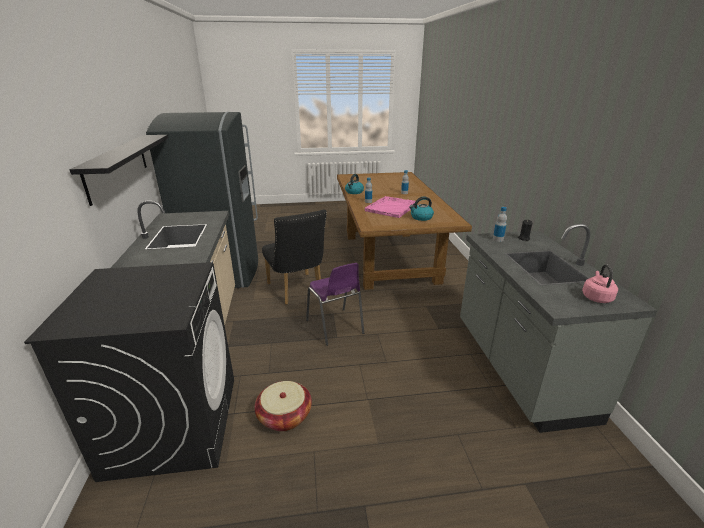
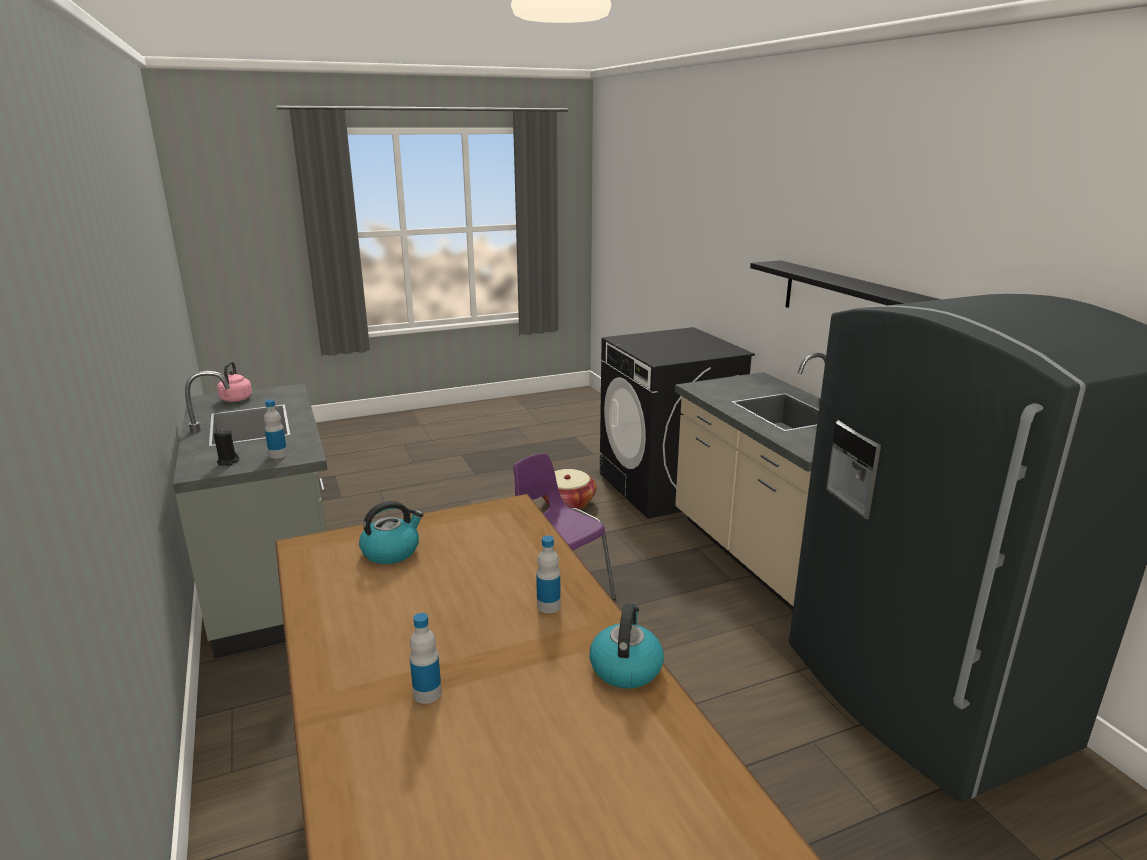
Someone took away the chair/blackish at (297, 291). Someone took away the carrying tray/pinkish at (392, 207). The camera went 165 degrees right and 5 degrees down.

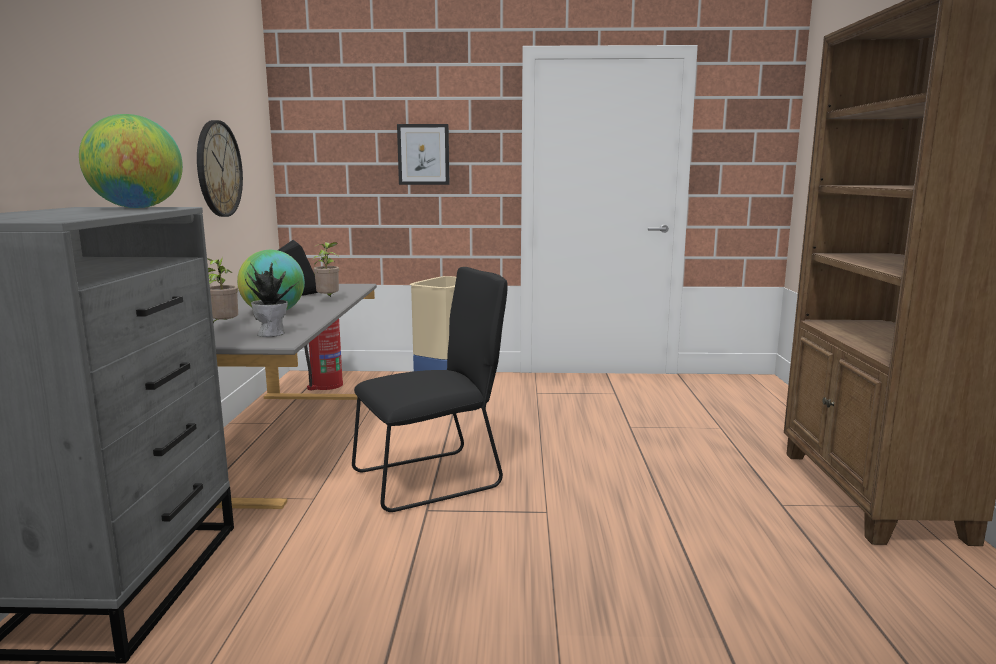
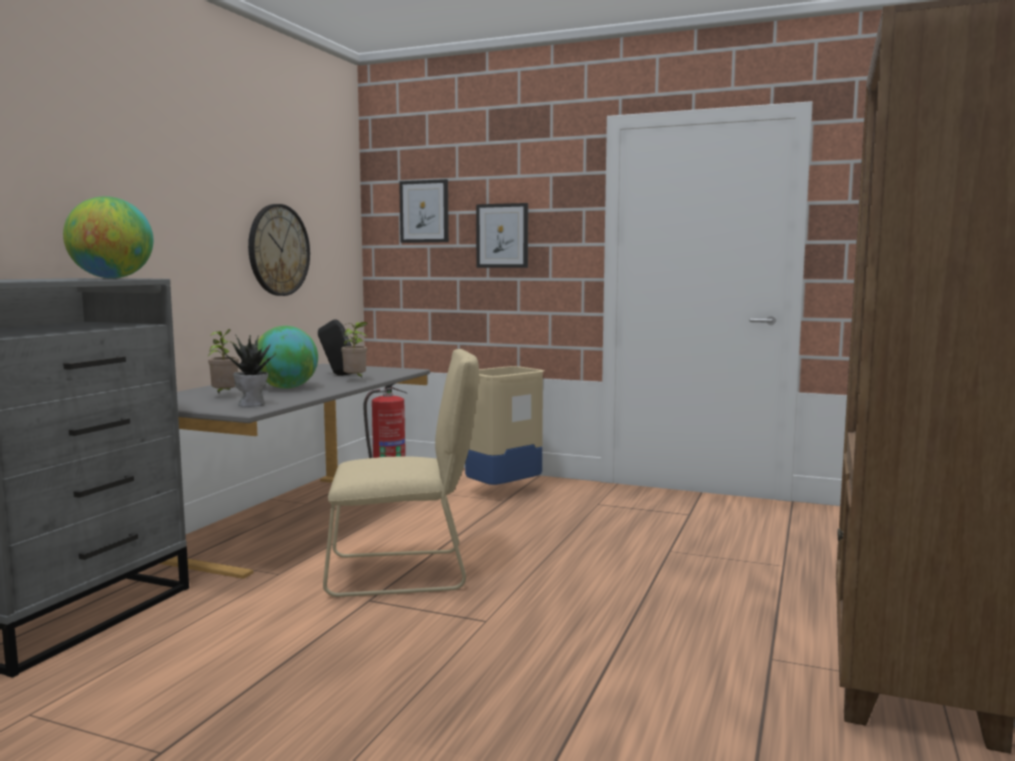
Someone repainted the chair/blackish at (433, 478), which became the chair/sand-coloured at (404, 572). Someone put up the wall picture at (424, 211). The camera went 20 degrees right and 5 degrees down.

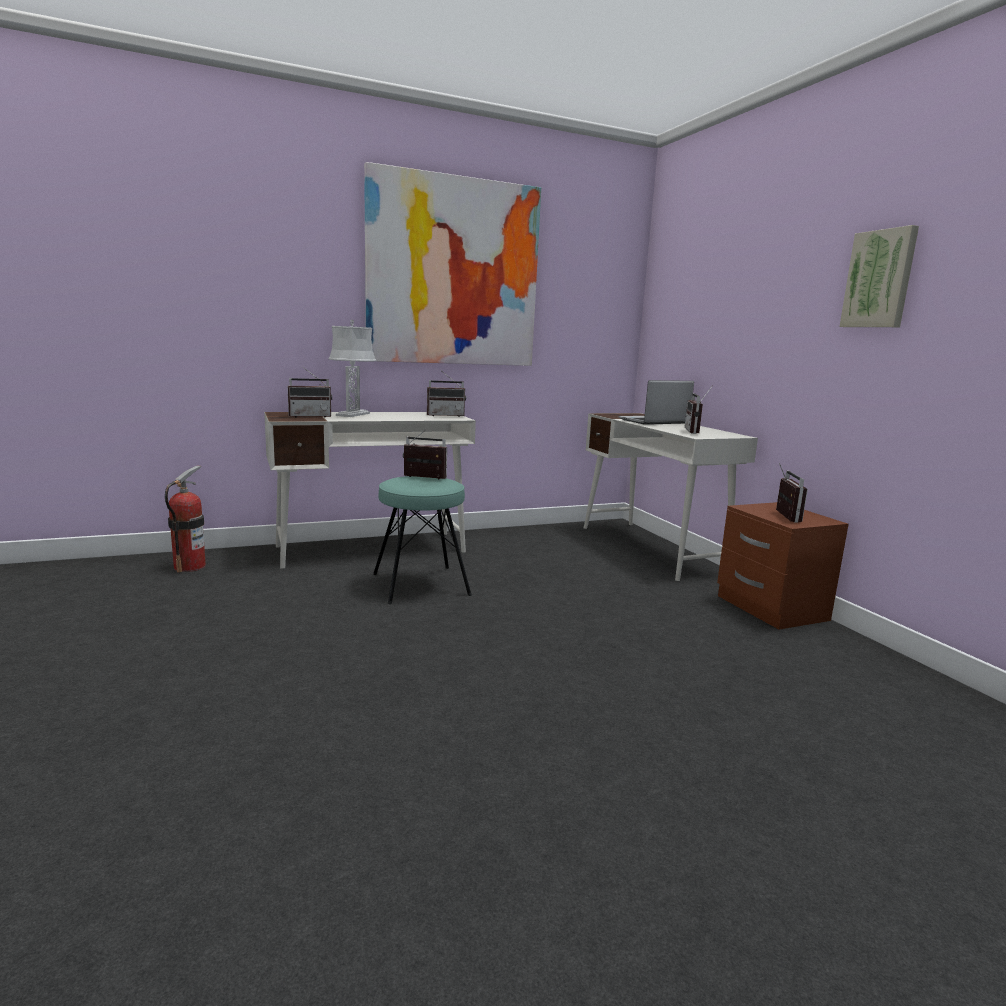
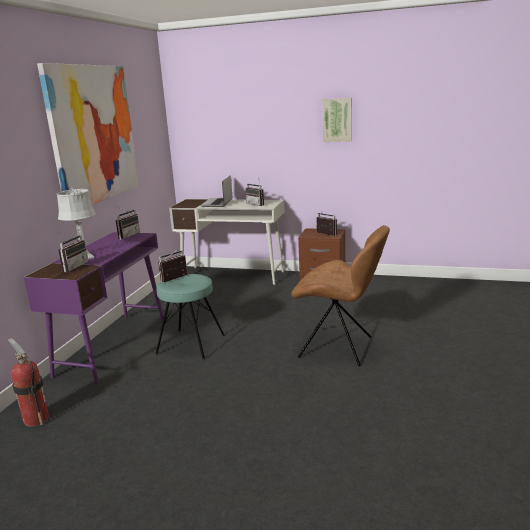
Someone repainted the desk/whitish at (372, 549), which became the desk/purple at (113, 345). Someone put down the chair/brown at (339, 348). The camera went 50 degrees left and 5 degrees up.

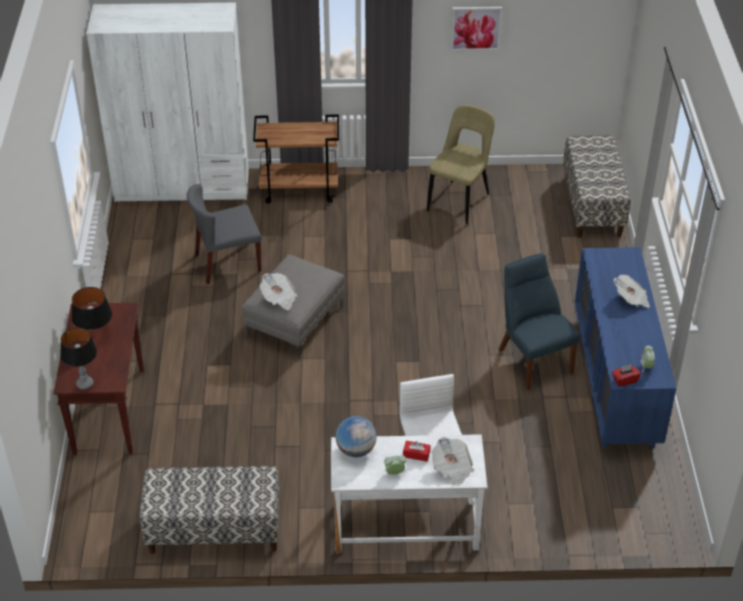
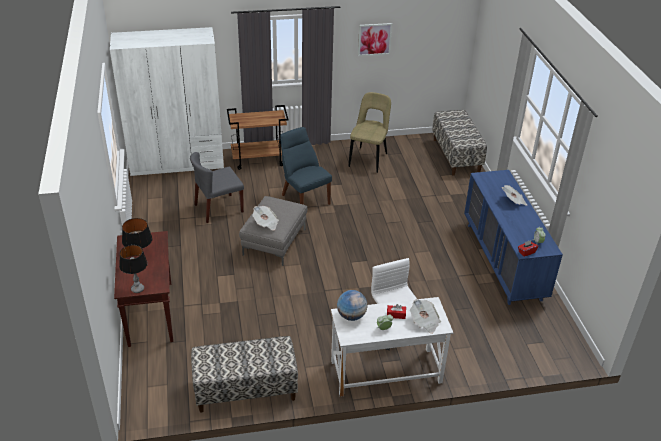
Someone carried the chair/bluish from (533, 359) to (304, 198). The camera went 10 degrees left and 5 degrees down.

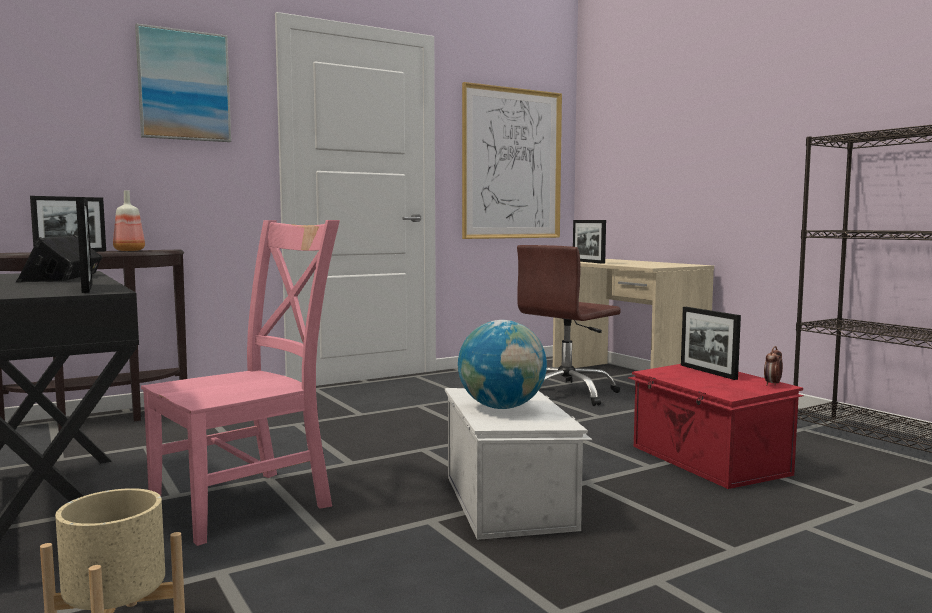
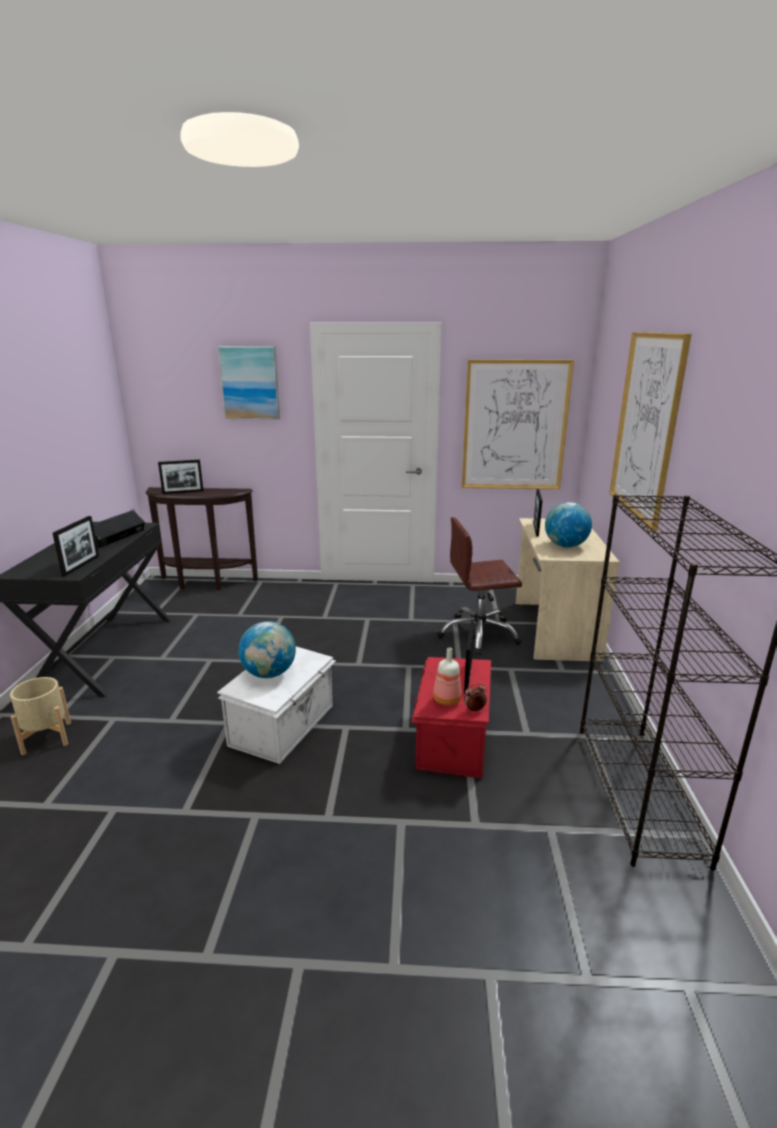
Someone carried the beverage bottle from (128, 250) to (446, 700). Someone put down the globe at (565, 546). Someone put up the wall picture at (646, 426). Someone took away the chair/pinkish at (248, 503). The camera went 35 degrees right and 15 degrees up.

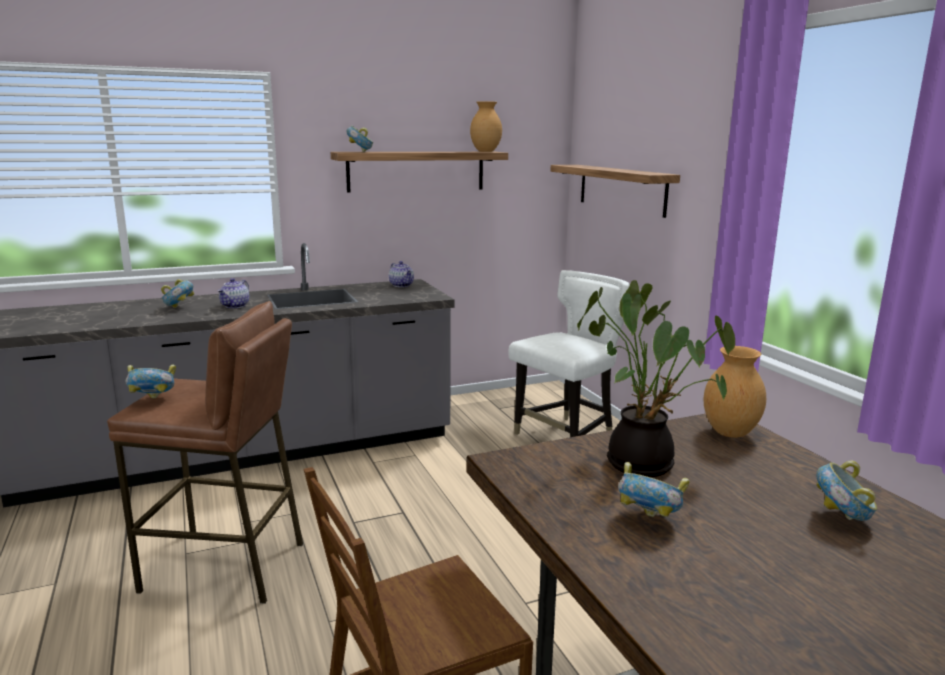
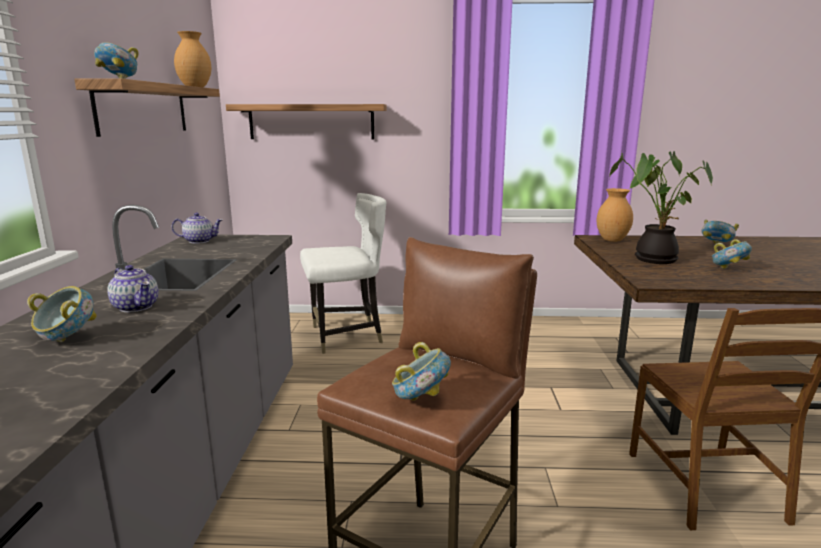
Someone rotated the chair/whitish at (566, 437) by 90 degrees clockwise. The camera went 65 degrees left and 0 degrees up.

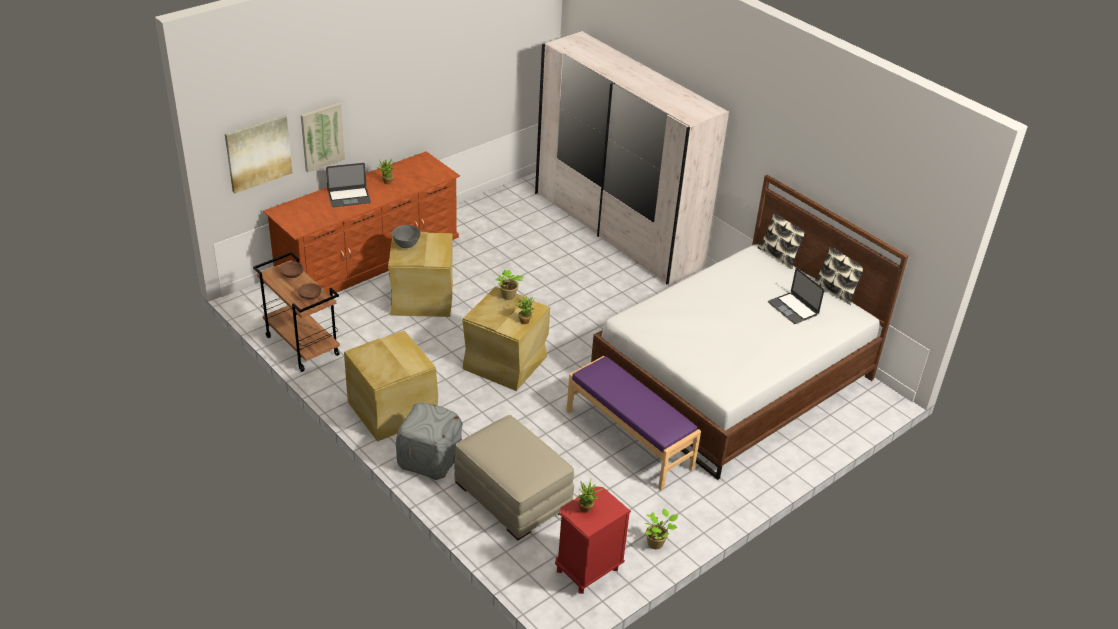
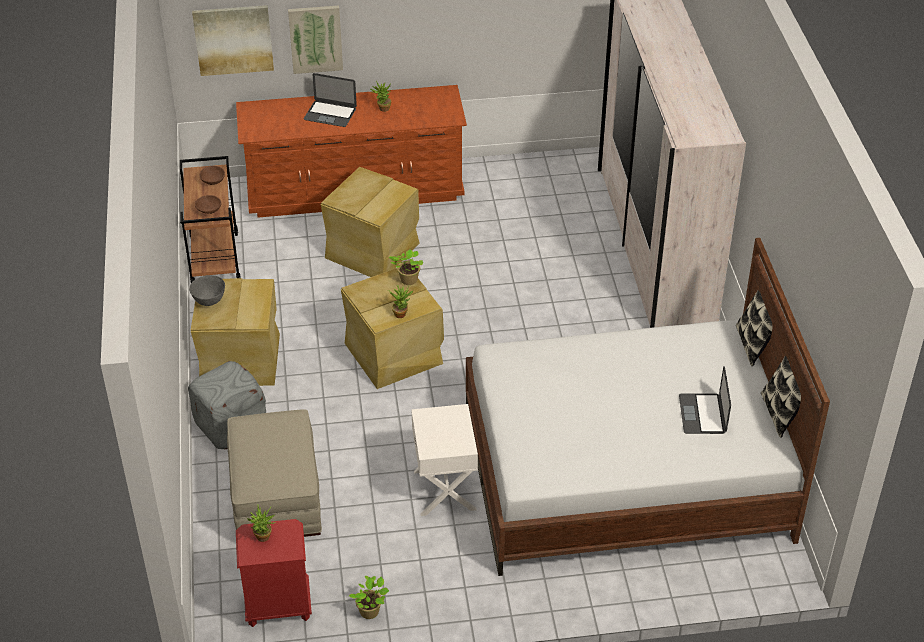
Someone carried the deep dish/grey from (406, 245) to (209, 301). Someone swapped the indoor bench/purple at (629, 439) for the nightstand/whitish at (446, 490). The camera went 35 degrees right and 5 degrees up.

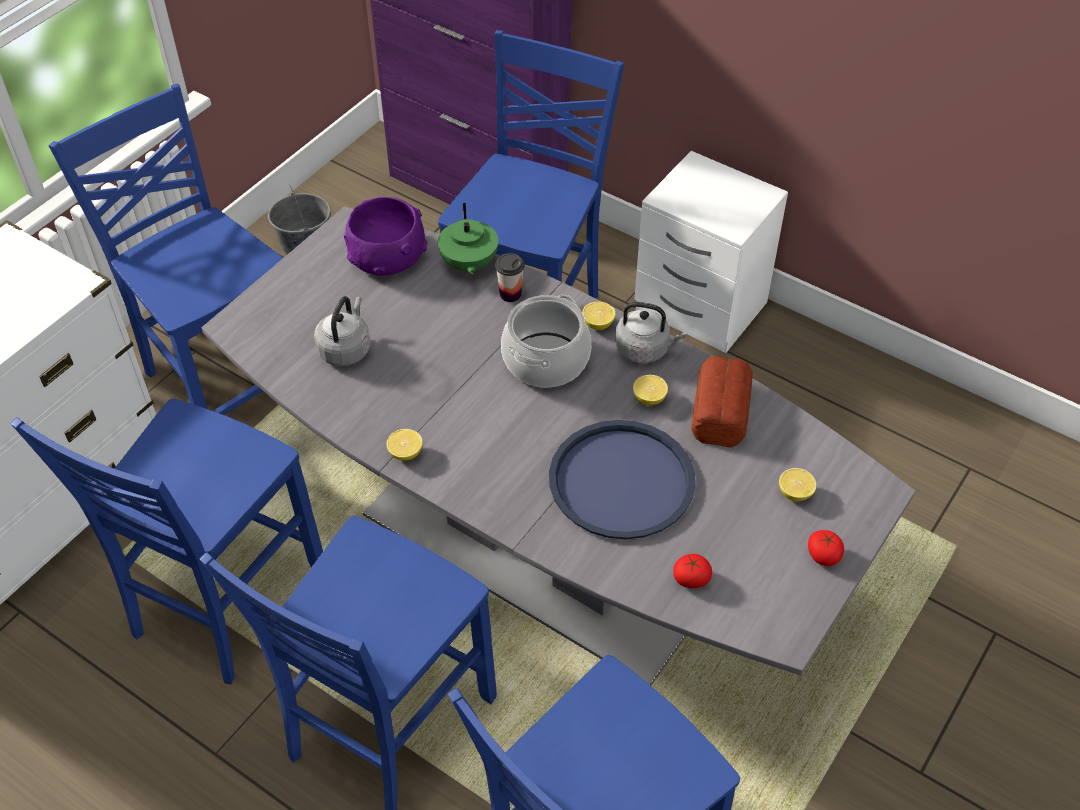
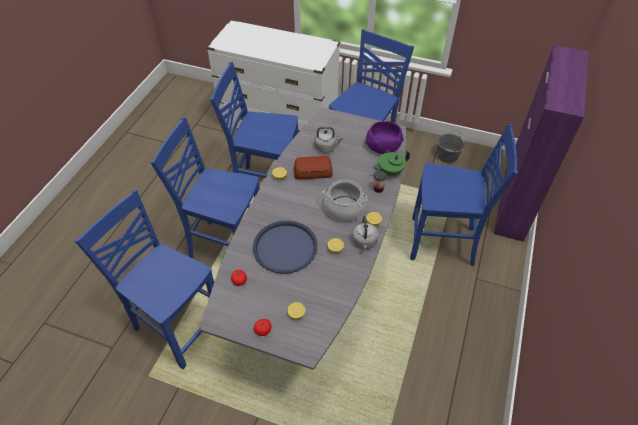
Someone carried the bread from (721, 409) to (313, 172). Someone took away the nightstand/whitish at (702, 308). The camera went 75 degrees right and 0 degrees up.

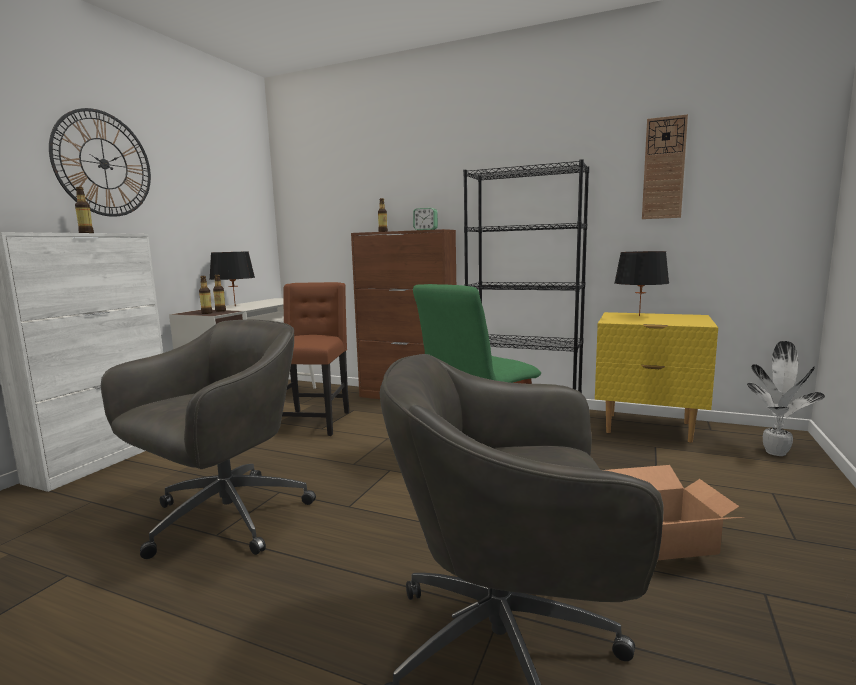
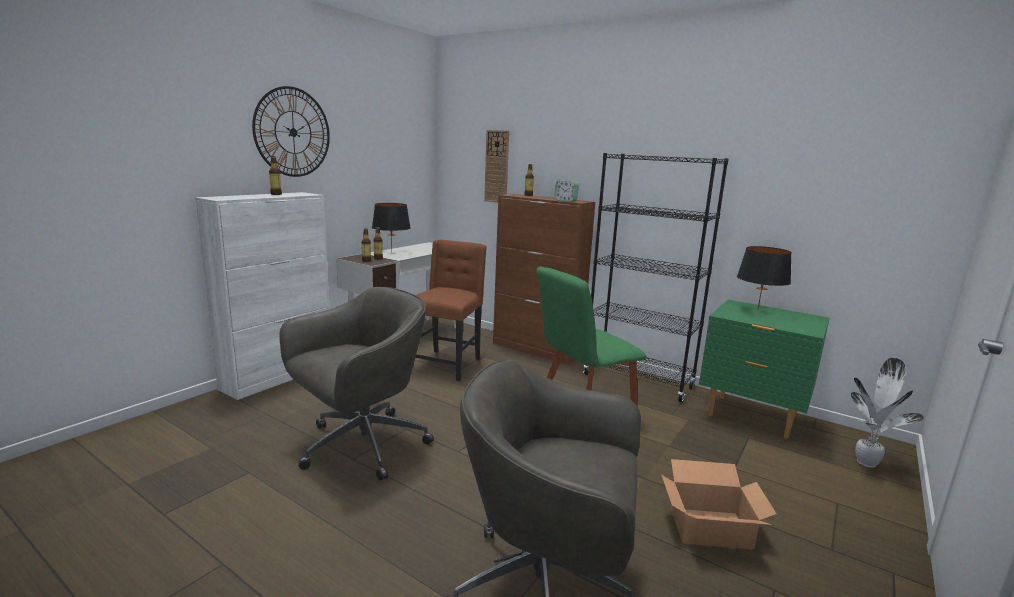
Someone carried the clock on the wall from (664, 168) to (497, 167). Someone repainted the nightstand/yellowish at (648, 428), which became the nightstand/green-coloured at (751, 417). The camera went 10 degrees right and 5 degrees up.

